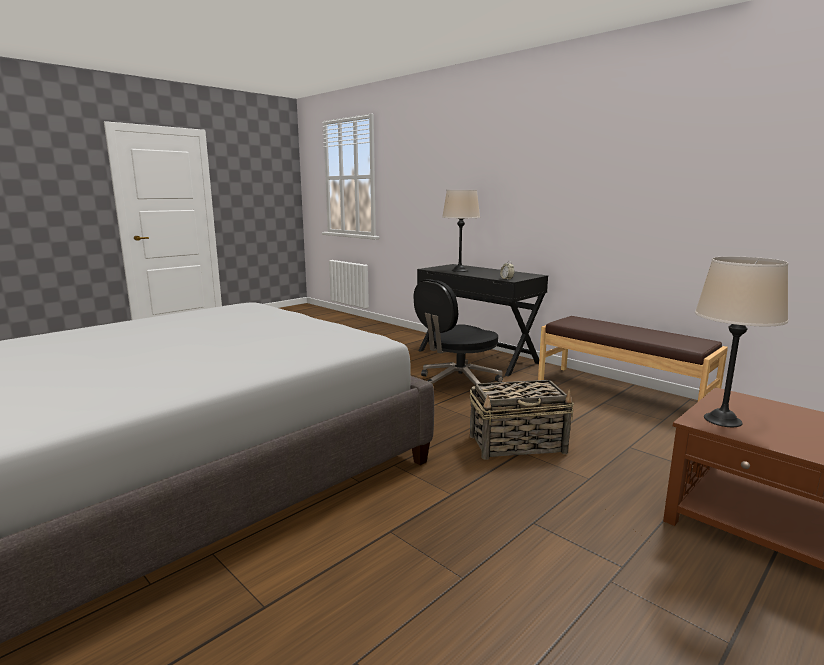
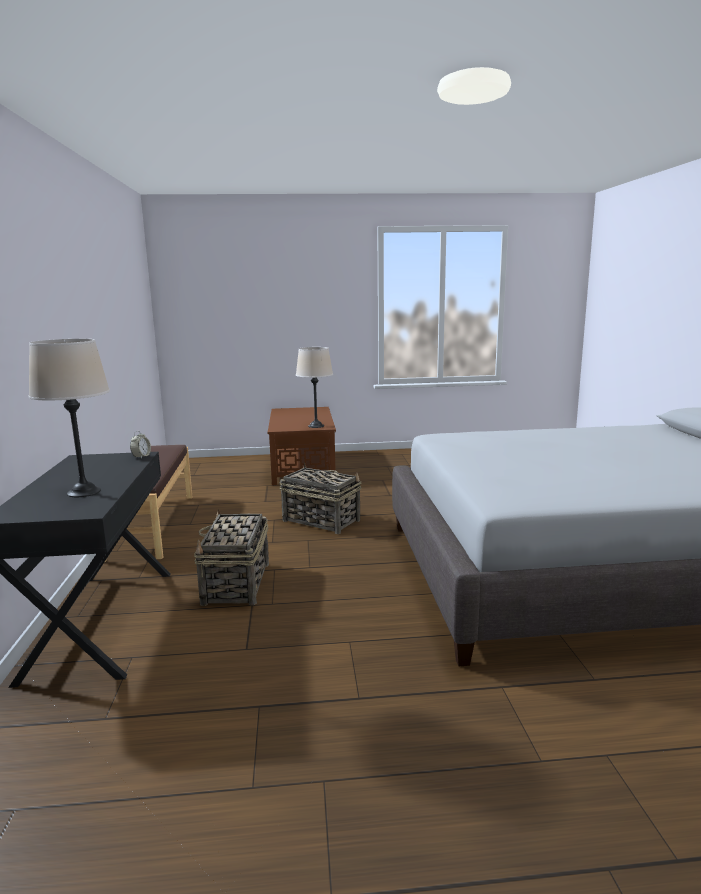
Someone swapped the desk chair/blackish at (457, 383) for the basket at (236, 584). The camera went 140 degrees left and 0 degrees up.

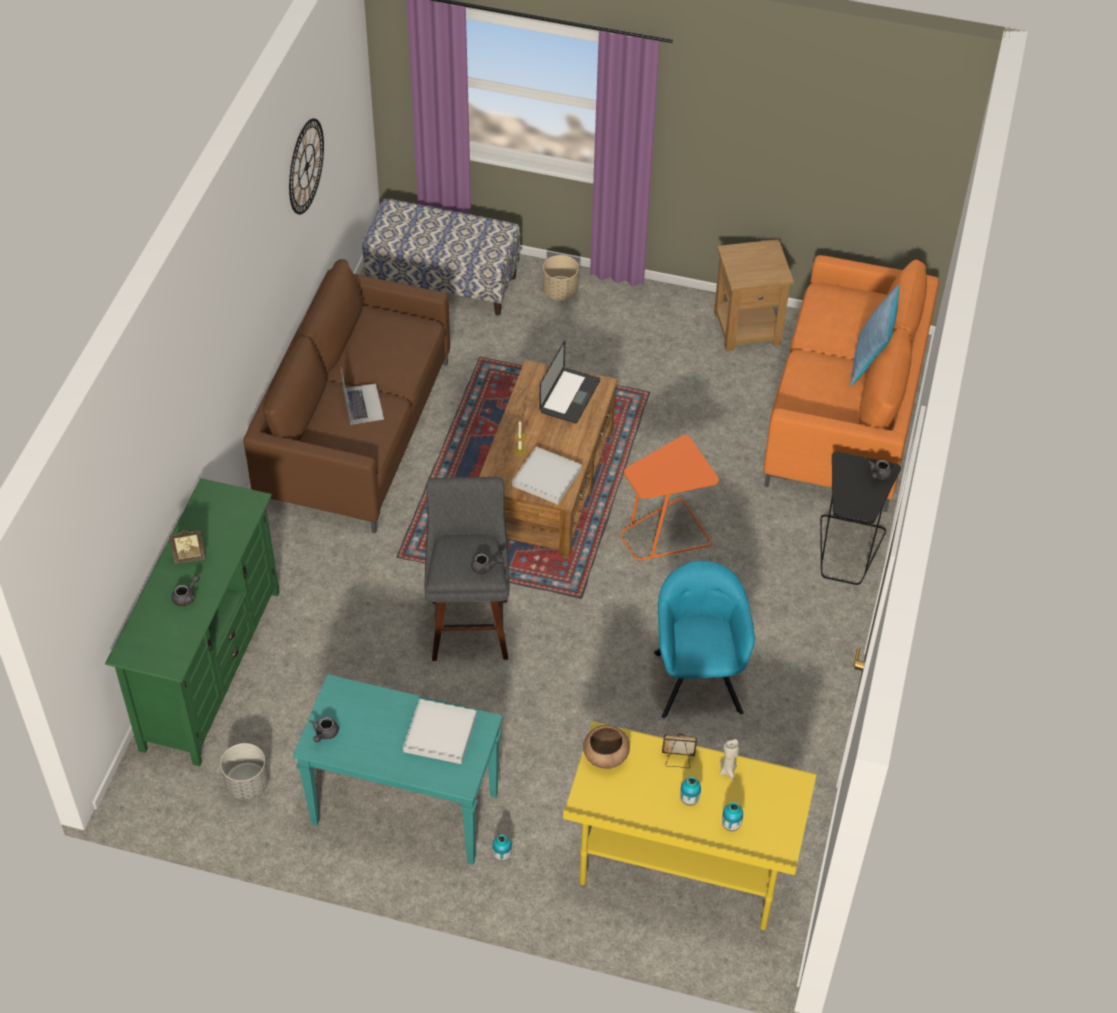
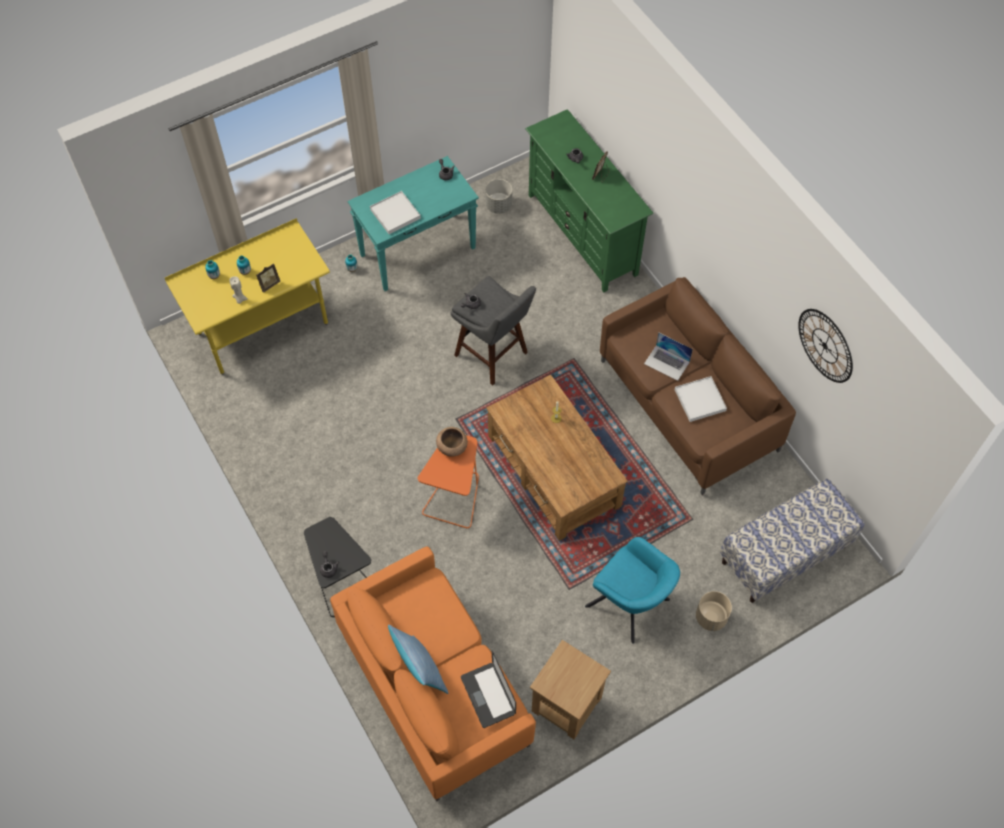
Someone carried the deep dish/brown from (605, 756) to (452, 446). Someone carried the portable computer from (569, 396) to (488, 695). Someone carried the easy chair/turquoise from (697, 678) to (630, 605). Someone carried the carrying tray/whitish from (546, 477) to (700, 400). The camera went 135 degrees right and 10 degrees up.

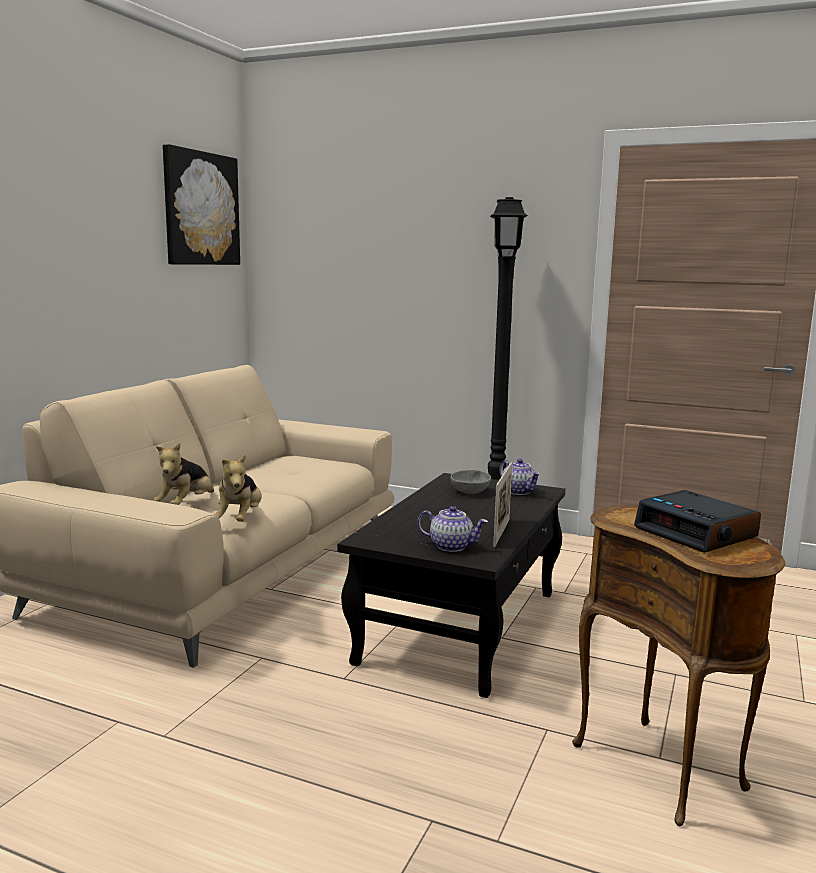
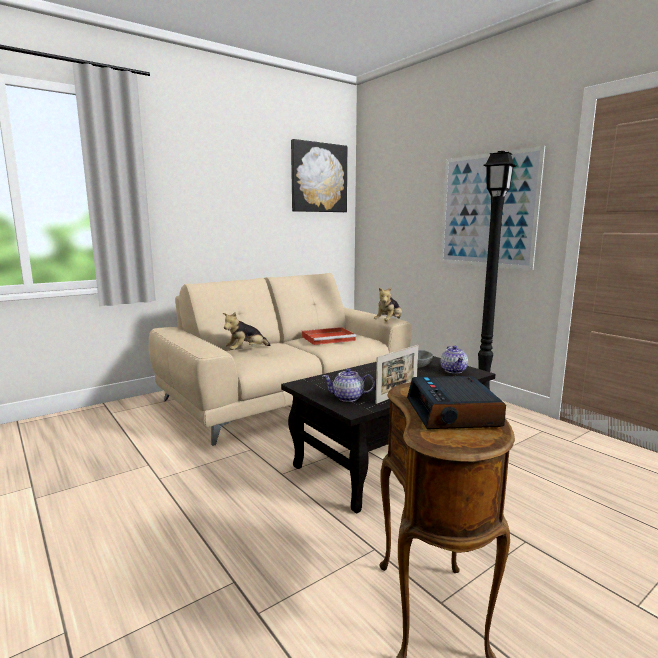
Someone put down the carrying tray/red at (329, 338). Someone rotated the tea pot at (452, 546) by 135 degrees clockwise. Someone carried the cuddly toy from (240, 519) to (389, 322). Someone put up the wall picture at (487, 210). The camera went 30 degrees right and 0 degrees up.

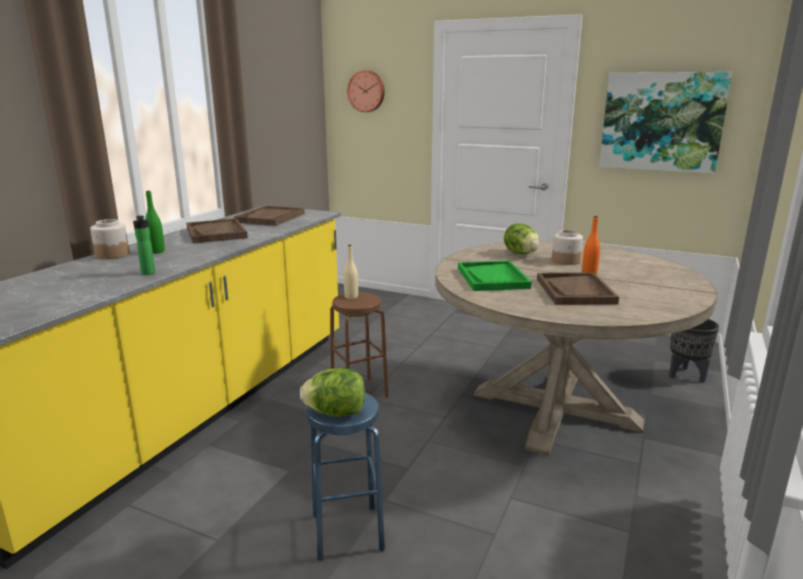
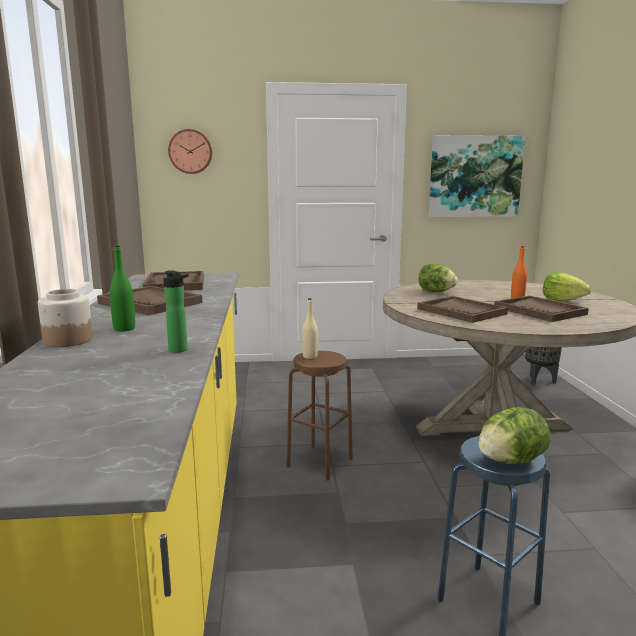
Someone repainted the carrying tray/green-coloured at (492, 278), which became the carrying tray/brown at (461, 311). Someone put down the lettuce head at (562, 300). Someone took away the preserve jar at (566, 261). The camera went 30 degrees left and 5 degrees down.

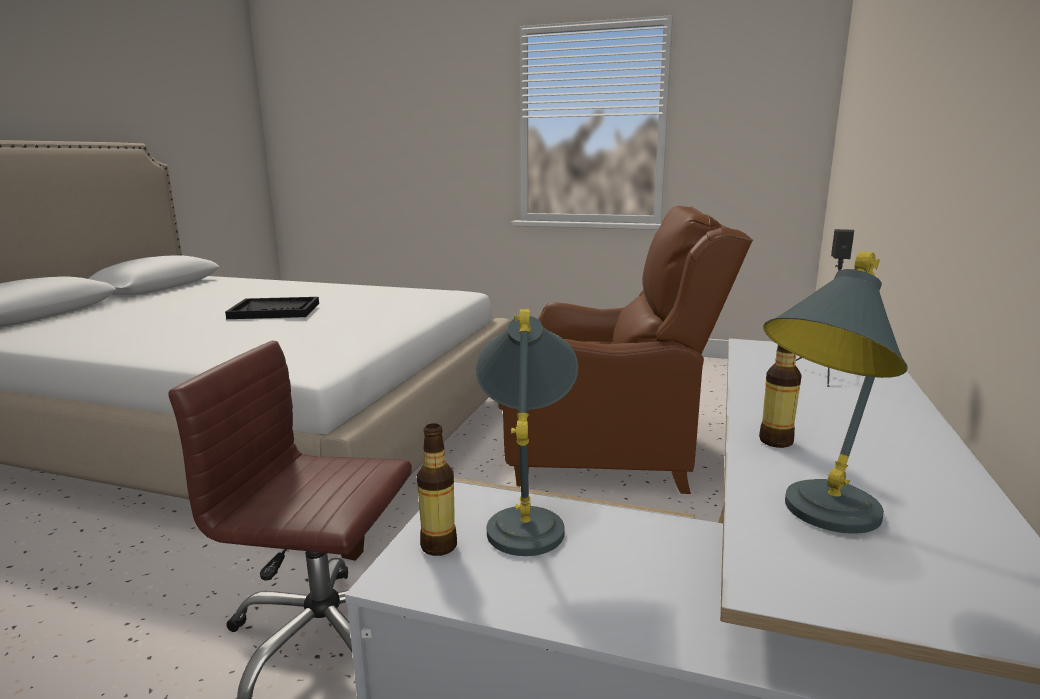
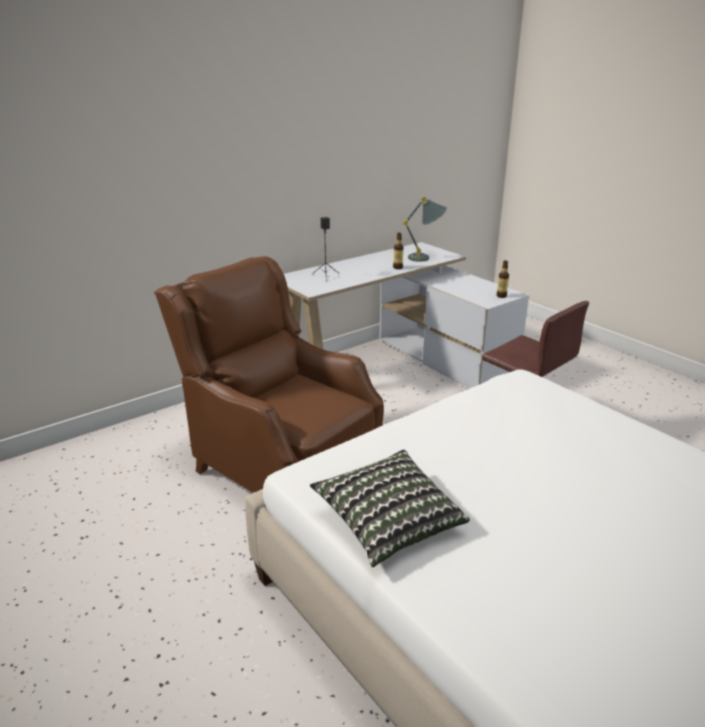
Someone put down the throw pillow at (388, 522). Someone took away the carrying tray/blackish at (275, 311). Someone took away the table lamp/grey at (527, 517). The camera went 145 degrees left and 10 degrees up.

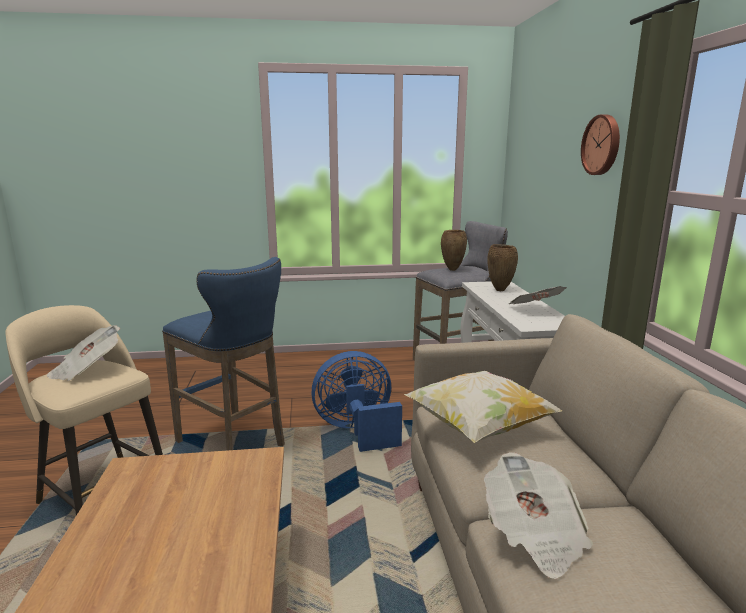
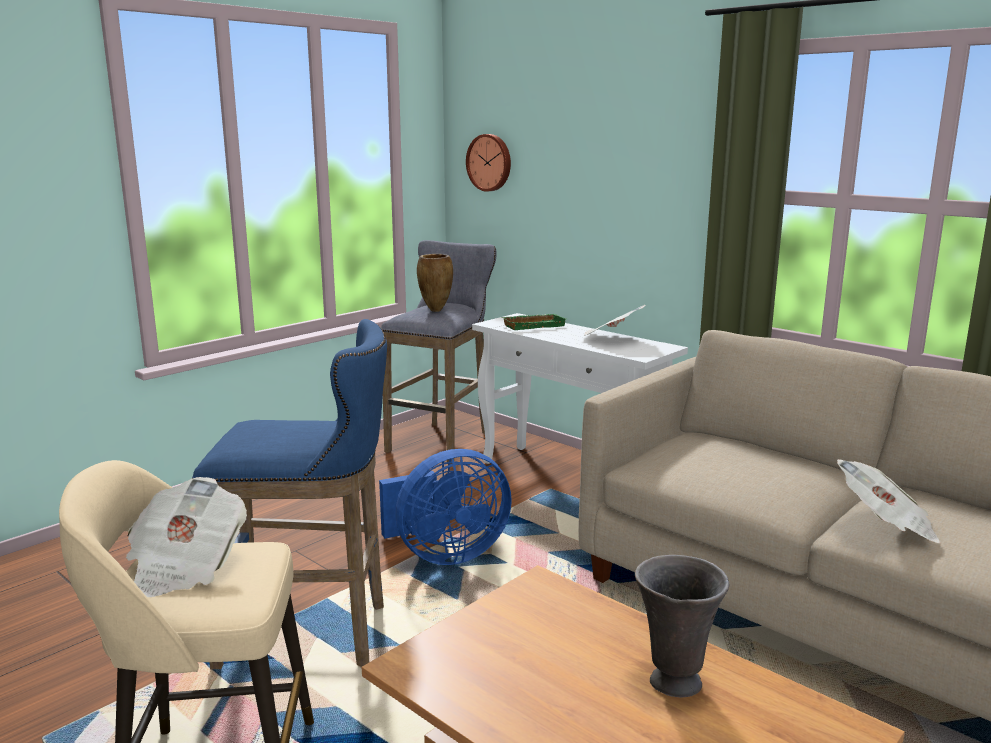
Someone rotated the fan/bluish at (357, 431) by 150 degrees counterclockwise. Someone carried the clock on the wall from (602, 145) to (490, 162). Someone swapped the vase/brown at (500, 290) for the carrying tray/green-coloured at (533, 325). Someone put down the vase/grey at (673, 682). Someone took away the throw pillow at (478, 427). The camera went 40 degrees left and 0 degrees up.

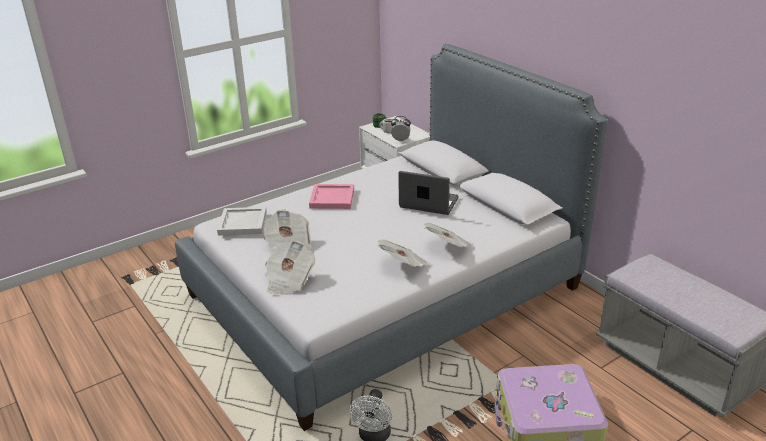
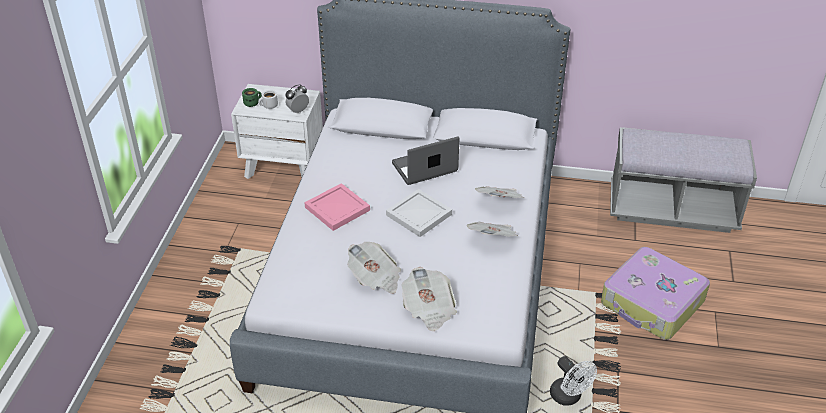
Someone carried the carrying tray/whitish from (242, 223) to (418, 215). The camera went 45 degrees left and 10 degrees up.

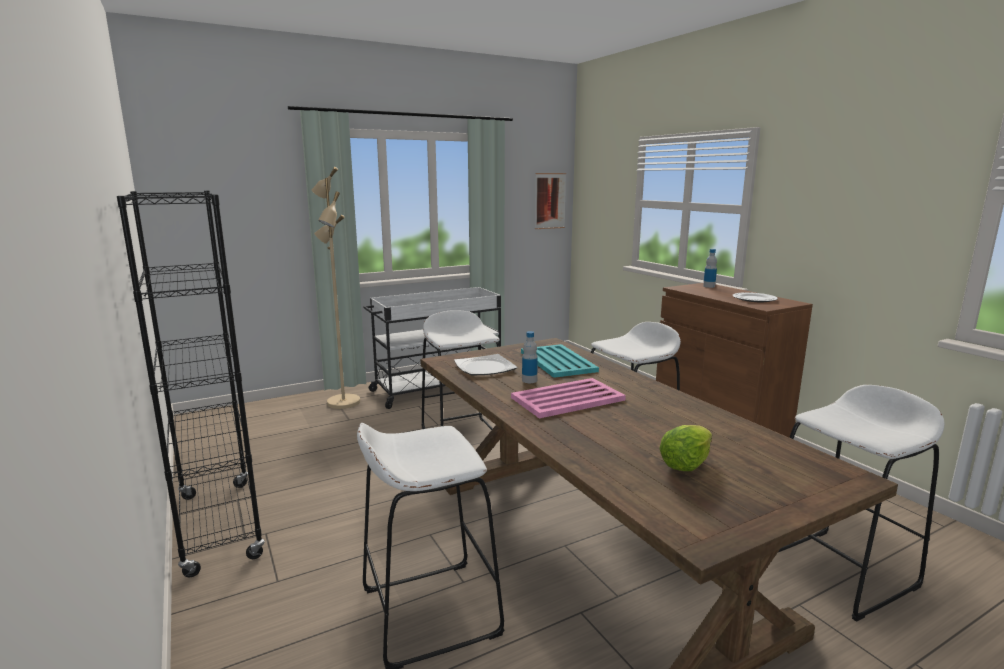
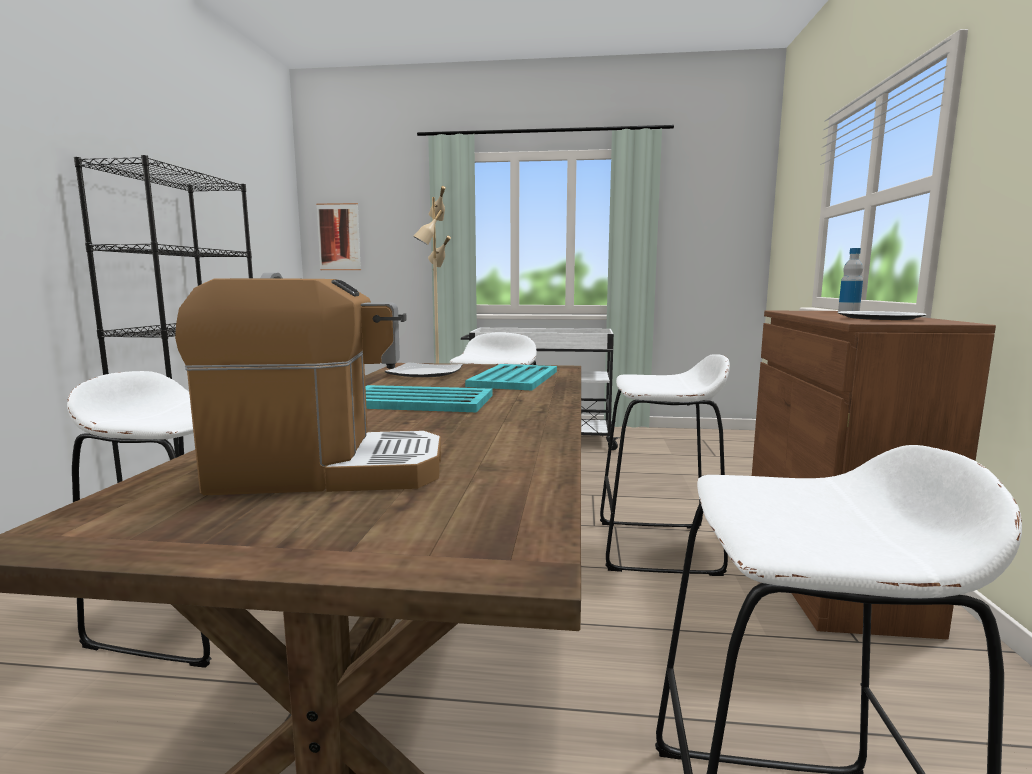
Someone swapped the lettuce head at (685, 464) for the coffee machine at (328, 470). Someone carried the wall picture from (550, 201) to (339, 237). Someone repainted the carrying tray/pinkish at (568, 399), which became the carrying tray/turquoise at (419, 401). Someone took away the beverage bottle at (529, 380). The camera went 35 degrees right and 5 degrees down.

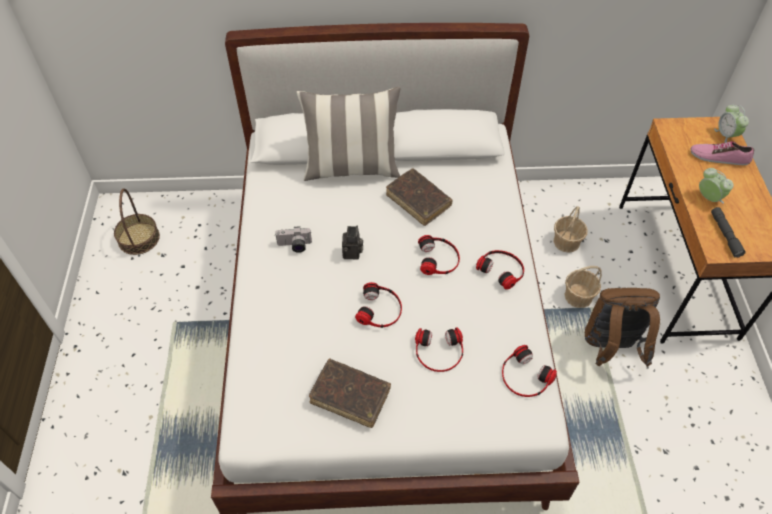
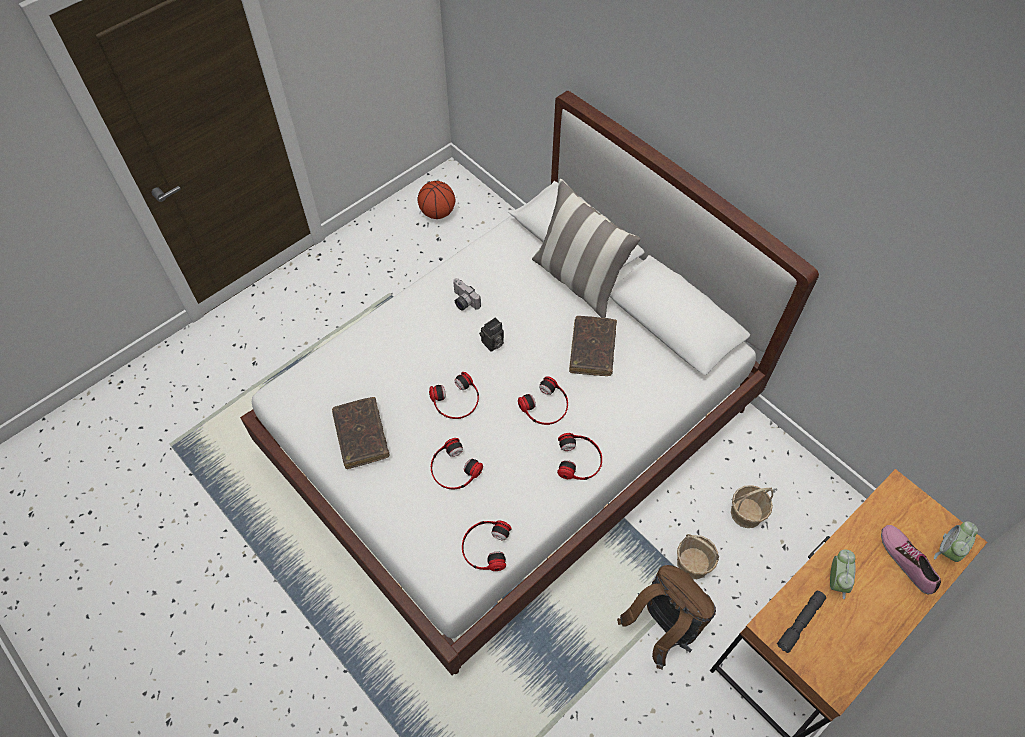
Someone swapped the basket at (138, 238) for the basketball at (437, 213). The camera went 50 degrees right and 5 degrees up.

